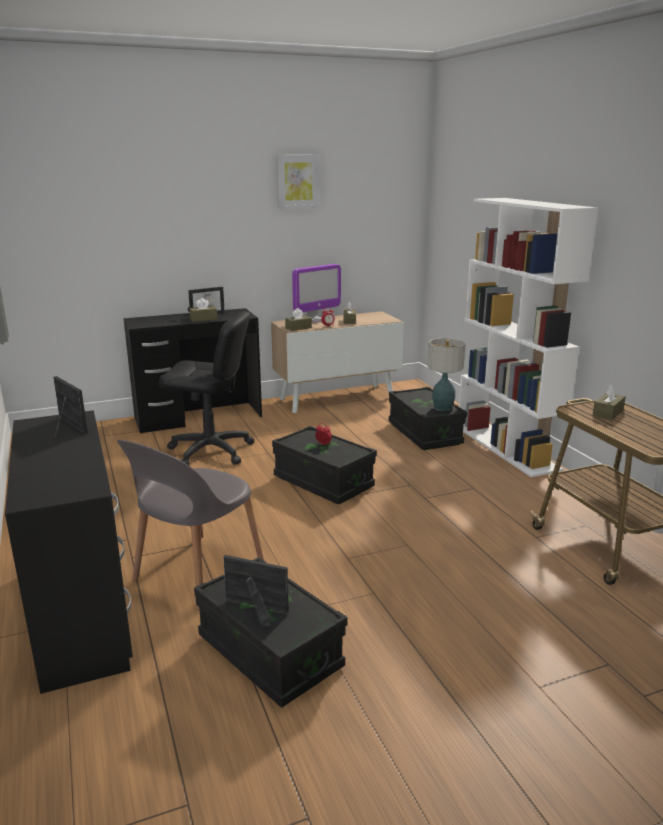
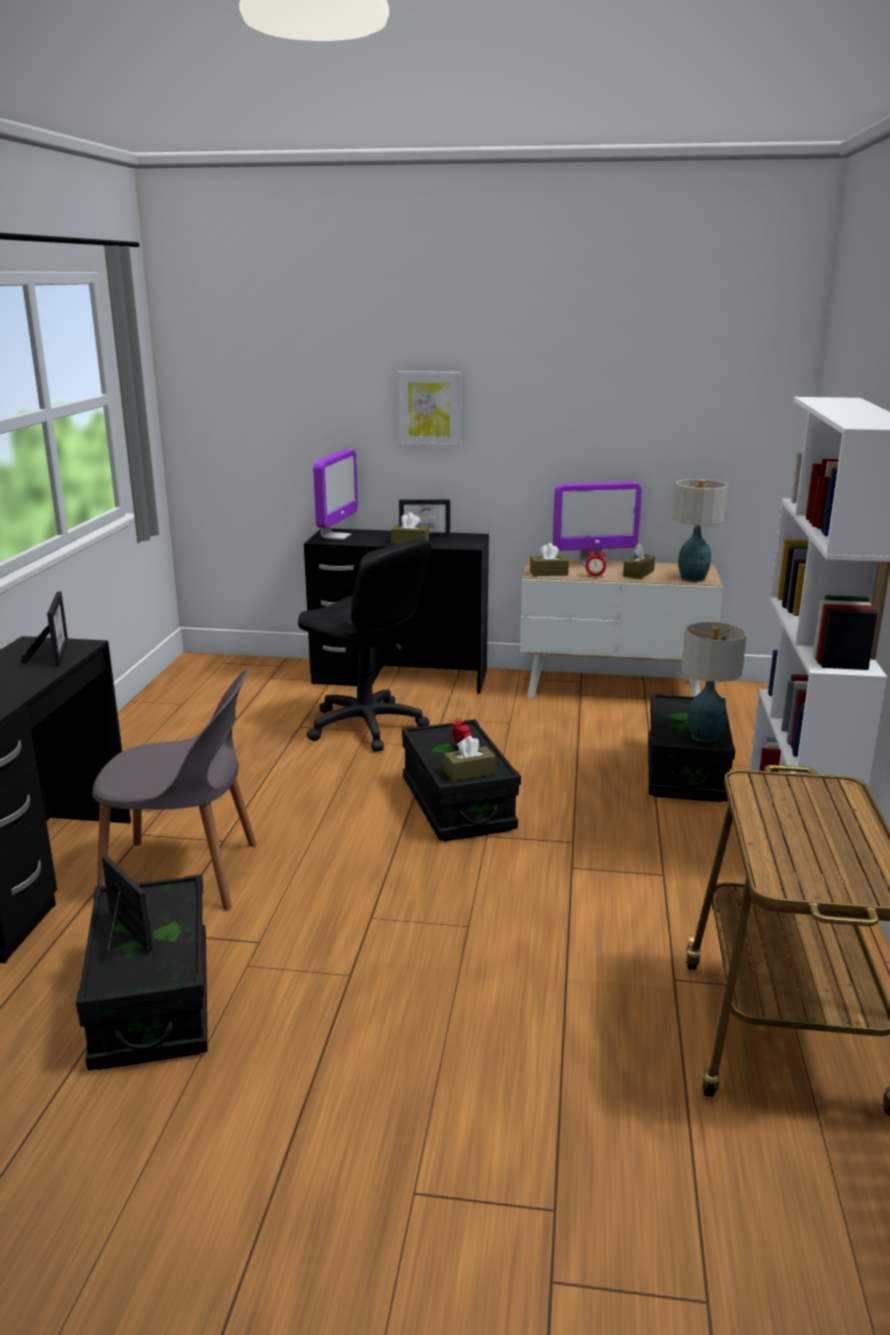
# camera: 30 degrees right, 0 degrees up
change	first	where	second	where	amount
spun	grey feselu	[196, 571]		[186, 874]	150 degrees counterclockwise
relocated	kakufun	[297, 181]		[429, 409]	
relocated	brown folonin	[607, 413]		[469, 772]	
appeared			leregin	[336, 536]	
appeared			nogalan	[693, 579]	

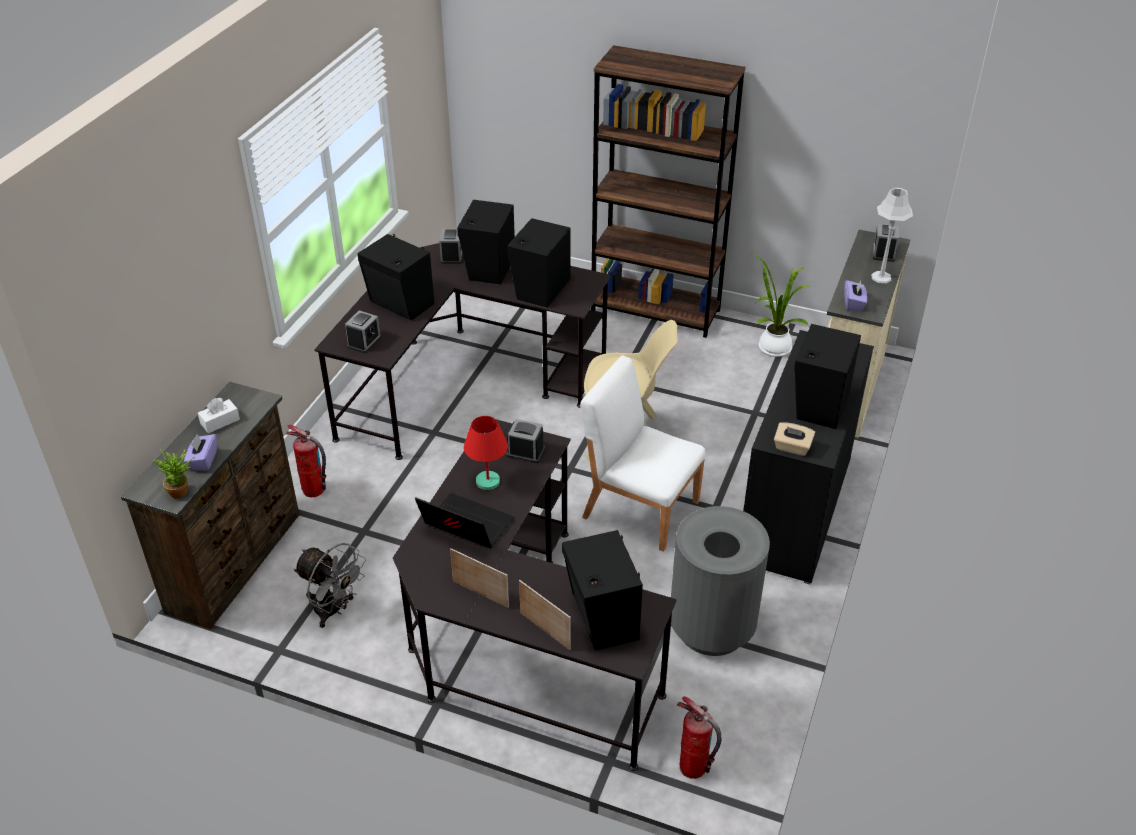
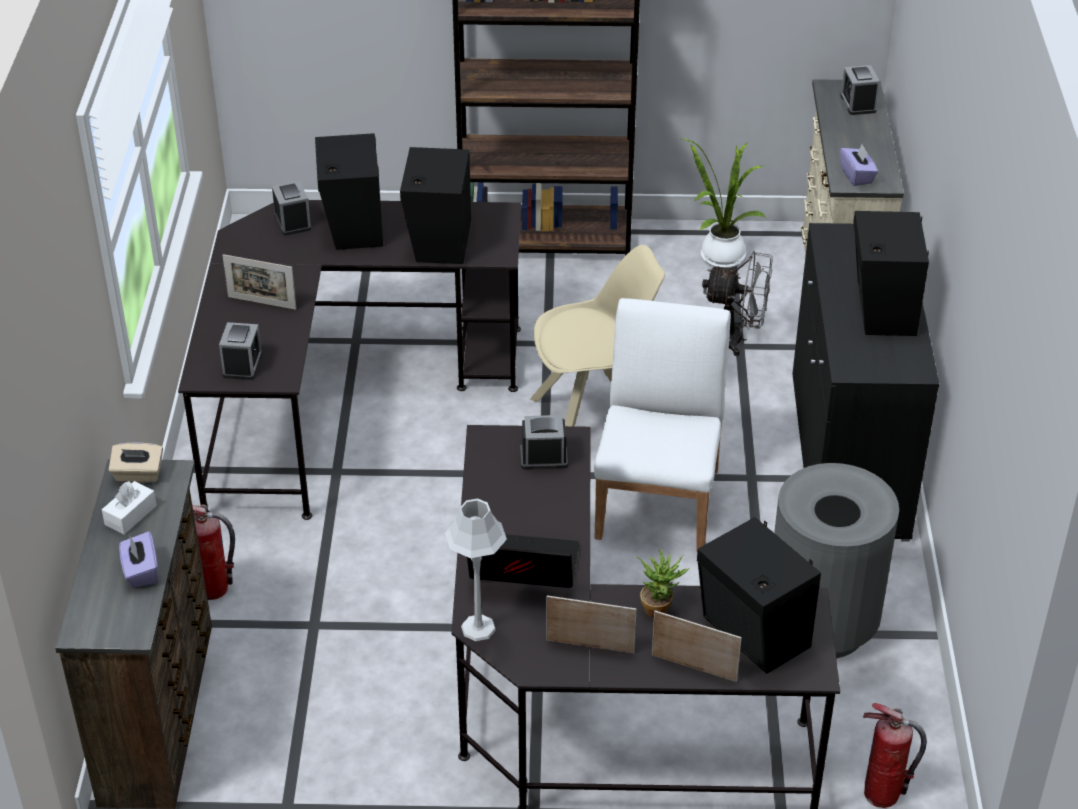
# camera: 20 degrees left, 0 degrees up
change	first	where	second	where	amount
relocated	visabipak	[182, 492]		[659, 607]	
relocated	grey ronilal	[334, 610]		[736, 339]	
exchanged	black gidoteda	[400, 304]	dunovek	[262, 303]	
missing	red nogalan	[487, 482]			
spun	white feselu	[639, 508]		[658, 502]	90 degrees clockwise
relocated	beige folonin	[792, 448]		[138, 475]	
relocated	grey nogalan	[881, 277]		[478, 628]	

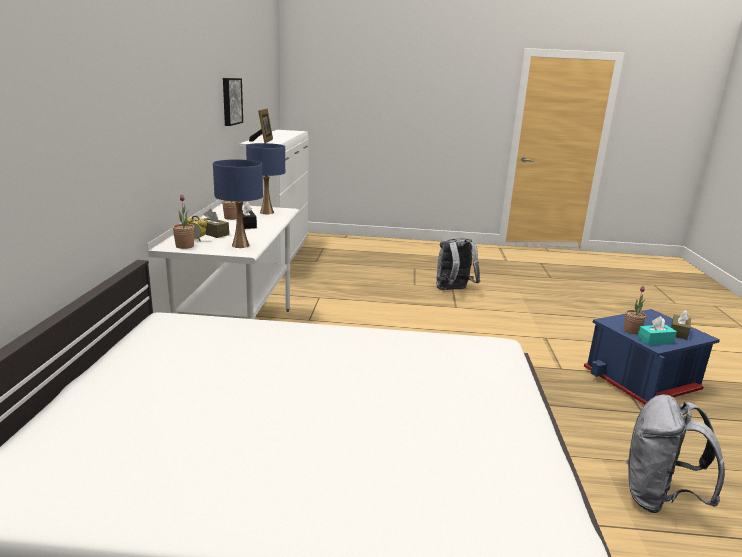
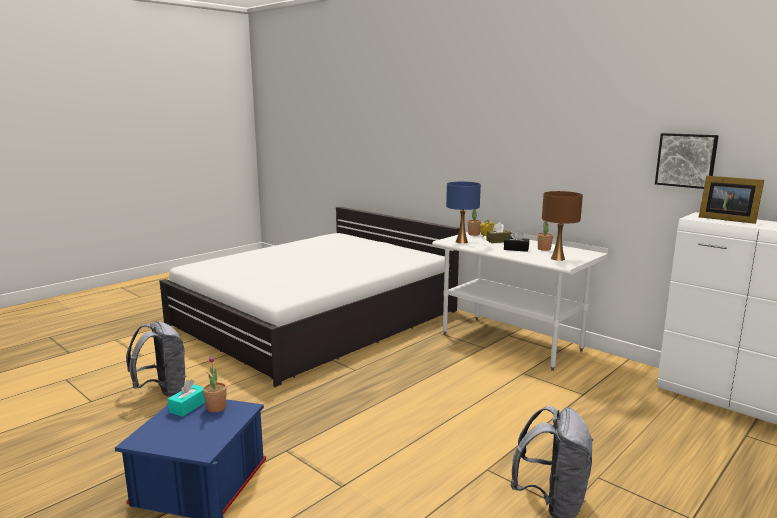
# camera: 130 degrees right, 5 degrees down
change	first	where	second	where	amount
colour	blue nogalan	[267, 212]	brown nogalan	[557, 258]	
missing	brown folonin	[678, 332]			

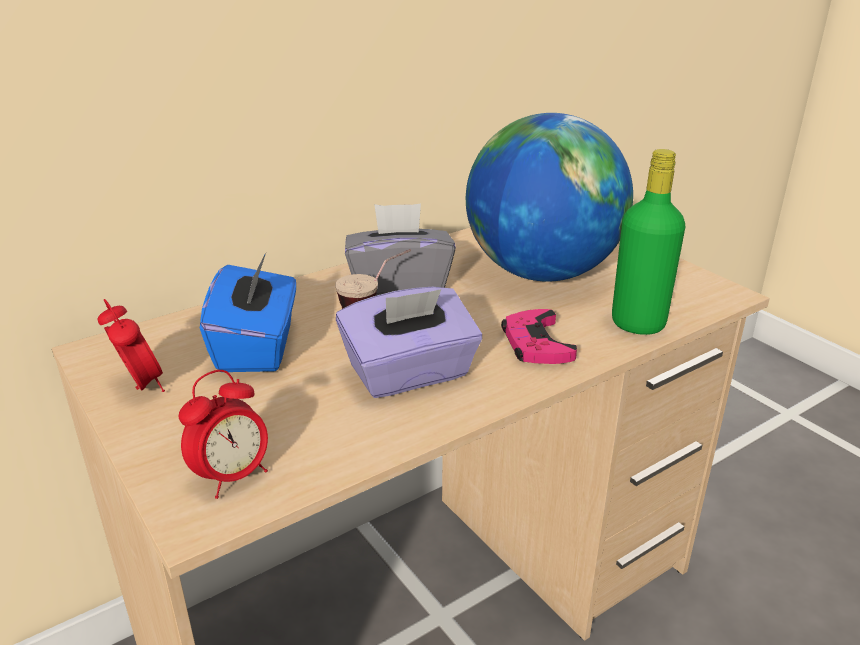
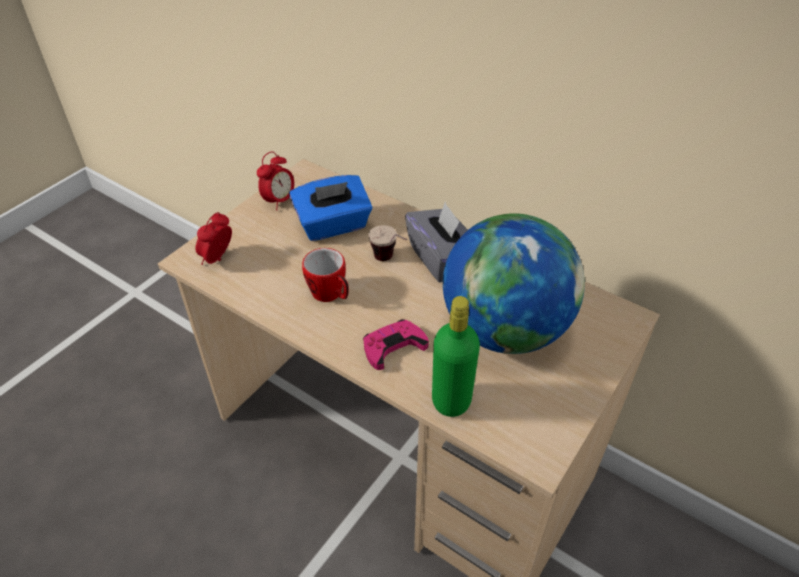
# camera: 70 degrees right, 15 degrees up
change	first	where	second	where	amount
spun	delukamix	[232, 477]		[218, 259]	90 degrees clockwise
exchanged	purple folonin	[410, 374]	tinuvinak	[331, 295]	

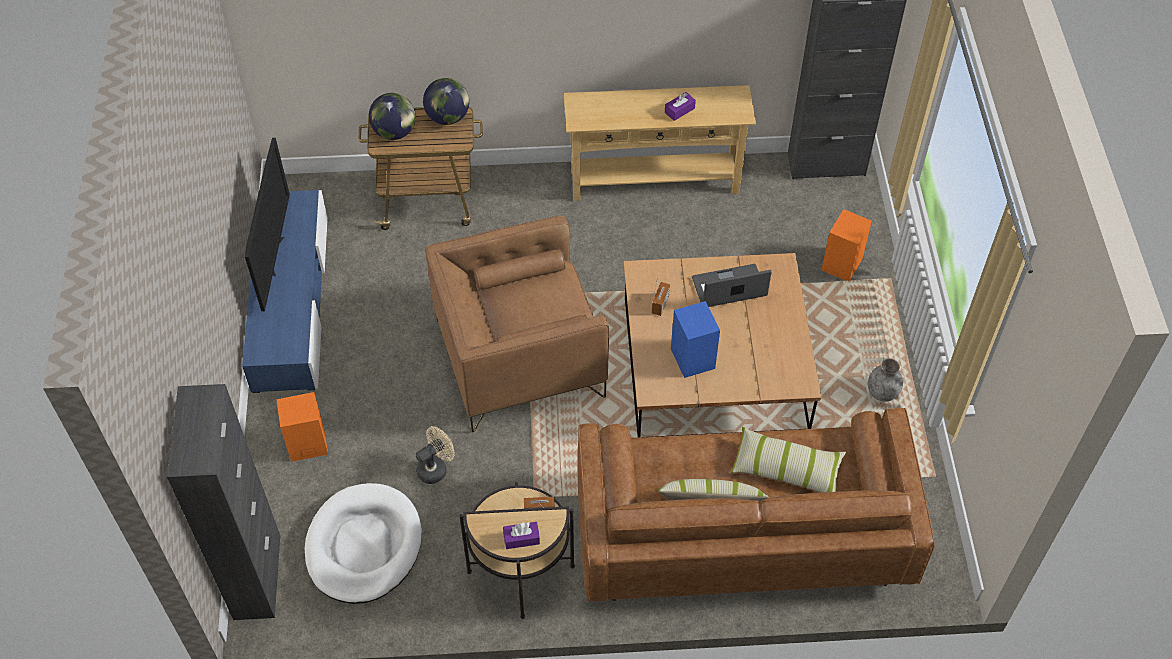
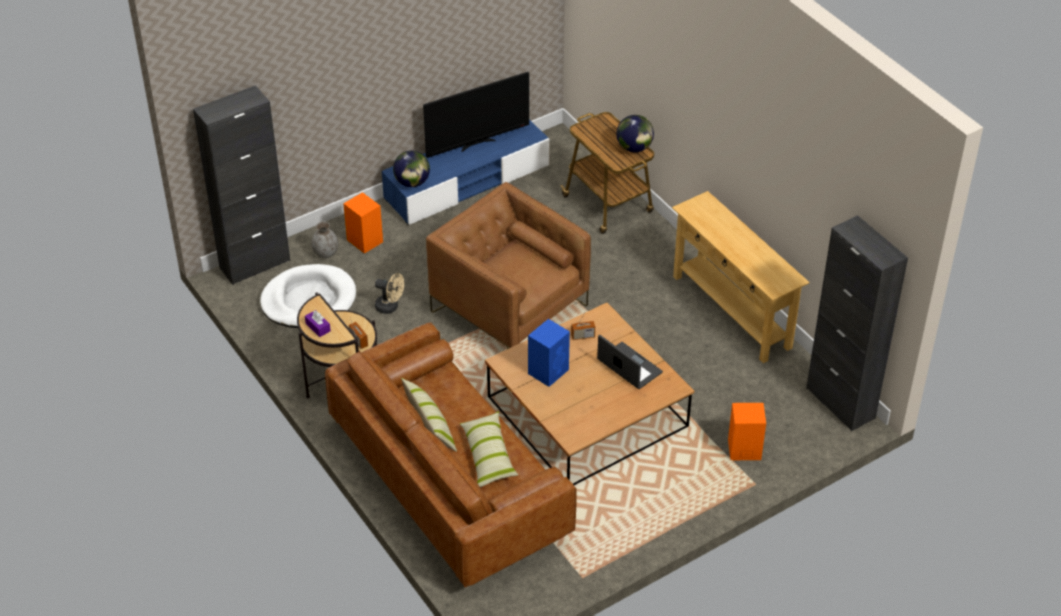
# camera: 60 degrees right, 10 degrees down
change	first	where	second	where	amount
relocated	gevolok	[395, 132]		[412, 183]	
missing	purple folonin	[679, 110]			
relocated	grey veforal	[882, 392]		[326, 253]	

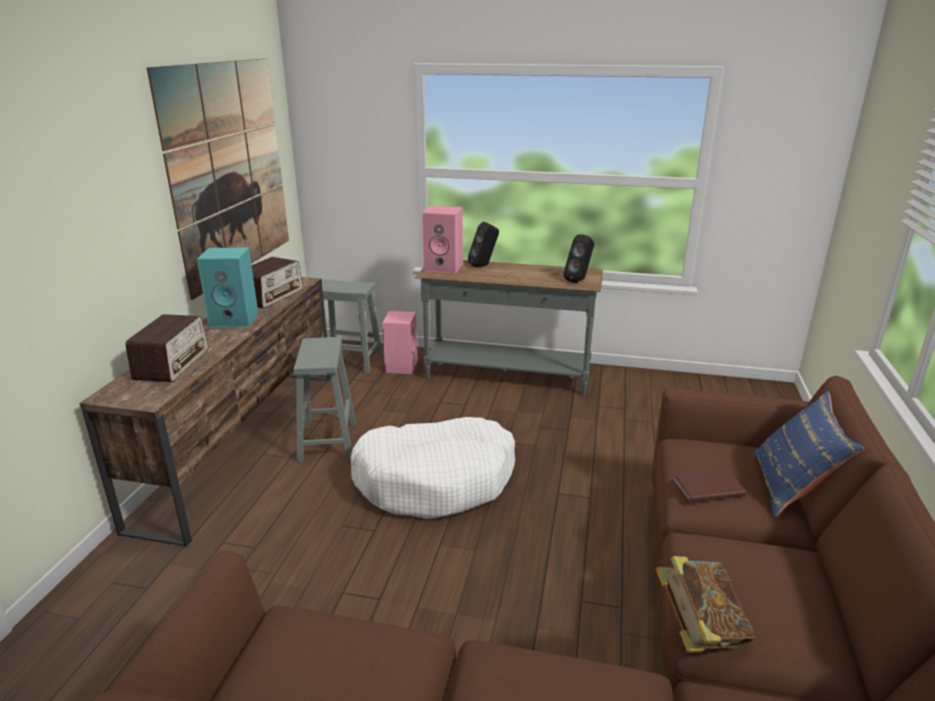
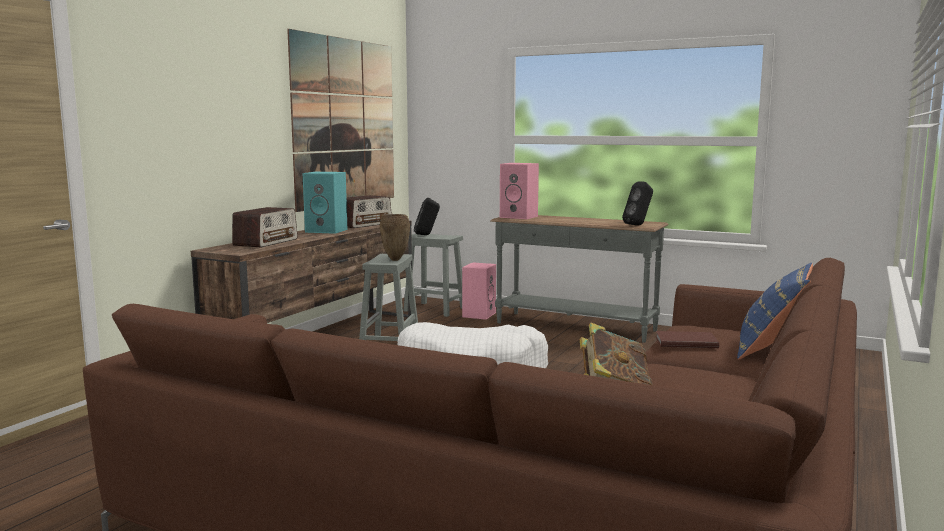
# camera: 15 degrees right, 15 degrees down
change	first	where	second	where	amount
relocated	black gidoteda	[484, 265]		[426, 235]	
appeared			brown veforal	[395, 260]	

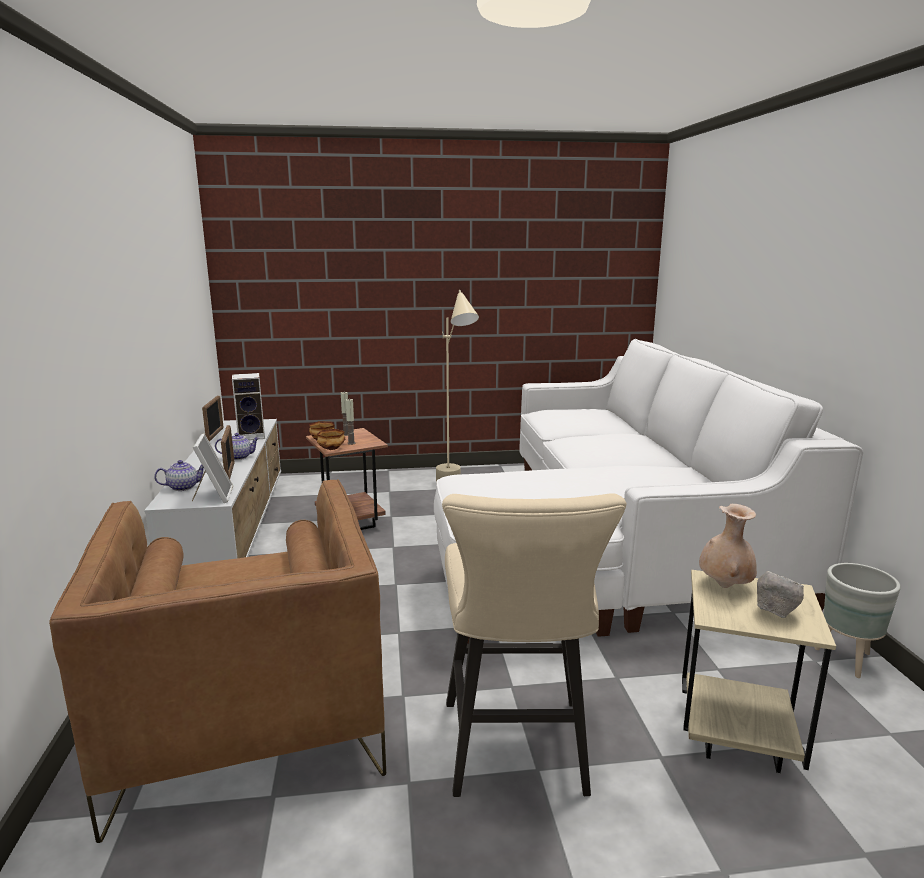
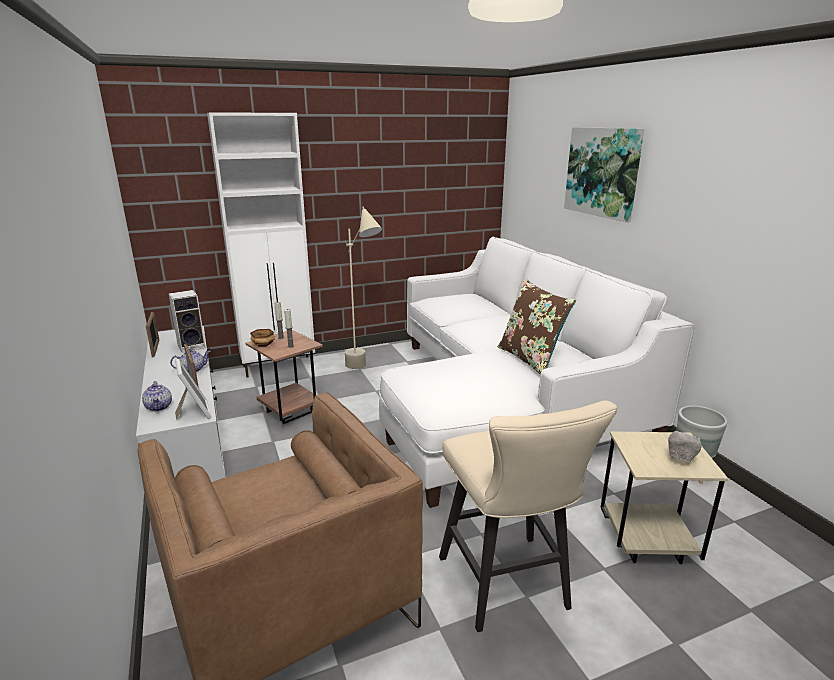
# camera: 15 degrees left, 5 degrees up
change	first	where	second	where	amount
spun	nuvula	[183, 487]		[159, 407]	105 degrees clockwise
missing	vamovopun	[332, 449]			
missing	beige veforal	[725, 586]			
appeared			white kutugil	[279, 366]	
appeared			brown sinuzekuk	[530, 359]	
appeared			kakufun	[602, 172]	

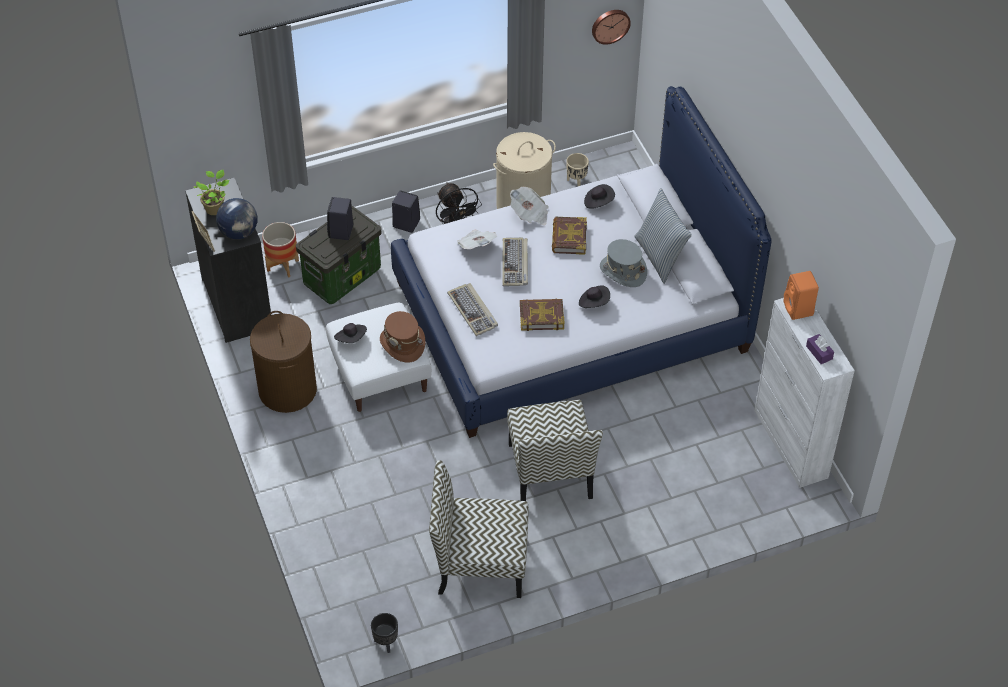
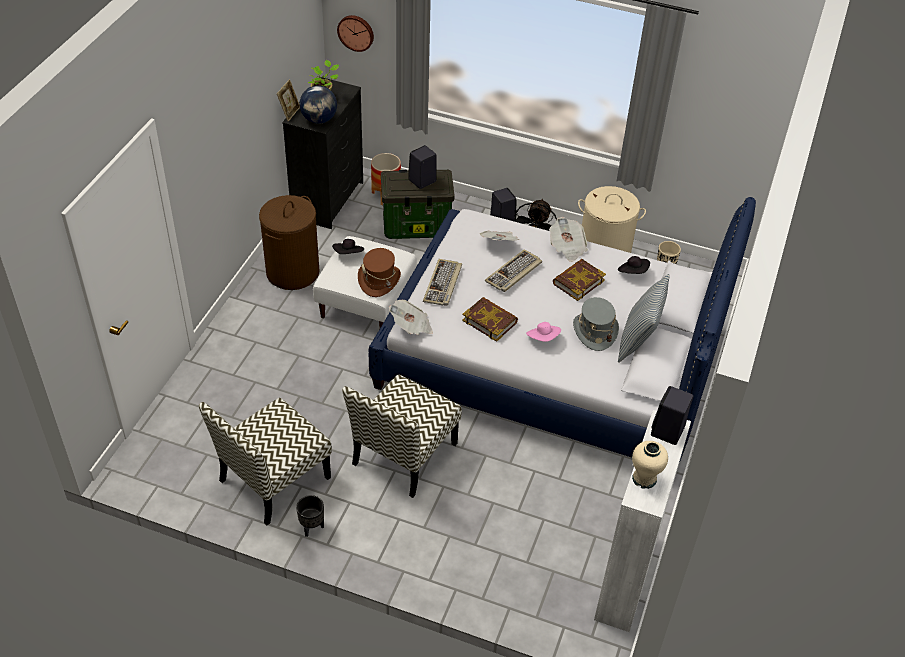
# camera: 40 degrees right, 5 degrees down
change	first	where	second	where	amount
relocated	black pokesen	[386, 643]		[311, 528]	
spun	feselu	[479, 564]		[273, 480]	90 degrees counterclockwise
colour	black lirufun	[594, 302]	pink lirufun	[543, 338]	
relocated	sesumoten	[610, 25]		[356, 32]	
colour	orange gidoteda	[799, 309]	black gidoteda	[667, 432]	
exchanged	purple folonin	[819, 352]	beige veforal	[644, 479]	
appeared			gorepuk	[411, 326]	

